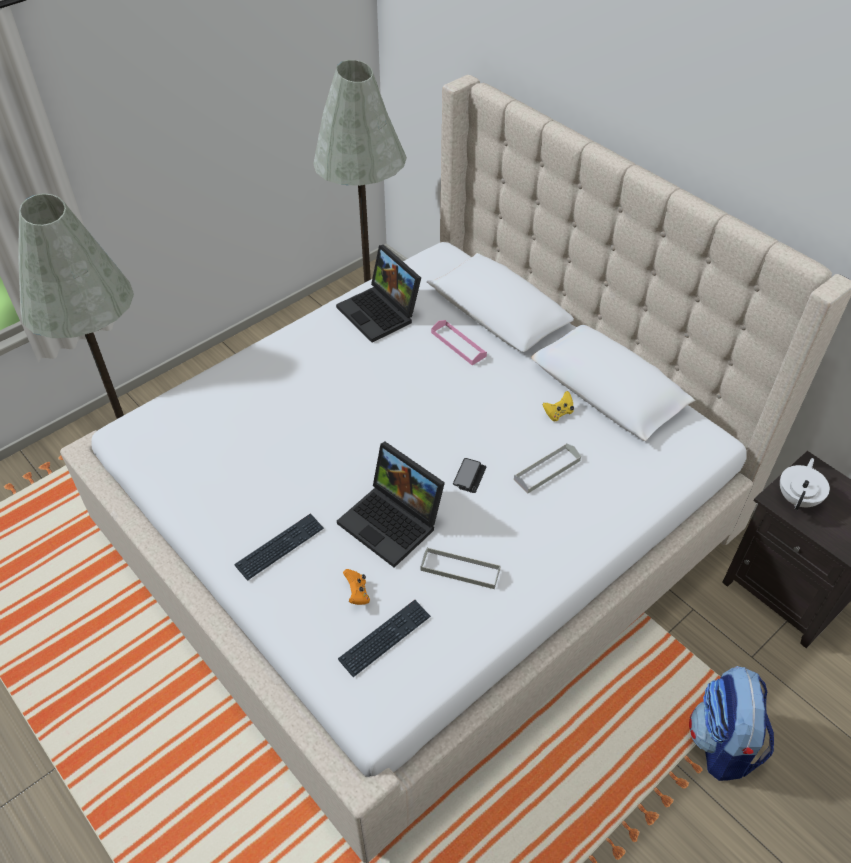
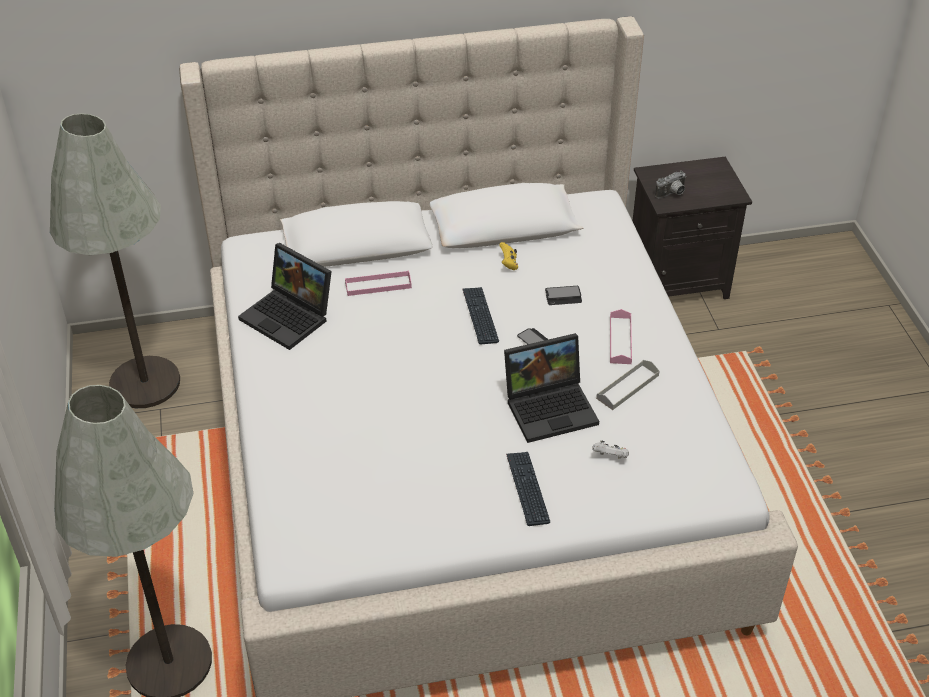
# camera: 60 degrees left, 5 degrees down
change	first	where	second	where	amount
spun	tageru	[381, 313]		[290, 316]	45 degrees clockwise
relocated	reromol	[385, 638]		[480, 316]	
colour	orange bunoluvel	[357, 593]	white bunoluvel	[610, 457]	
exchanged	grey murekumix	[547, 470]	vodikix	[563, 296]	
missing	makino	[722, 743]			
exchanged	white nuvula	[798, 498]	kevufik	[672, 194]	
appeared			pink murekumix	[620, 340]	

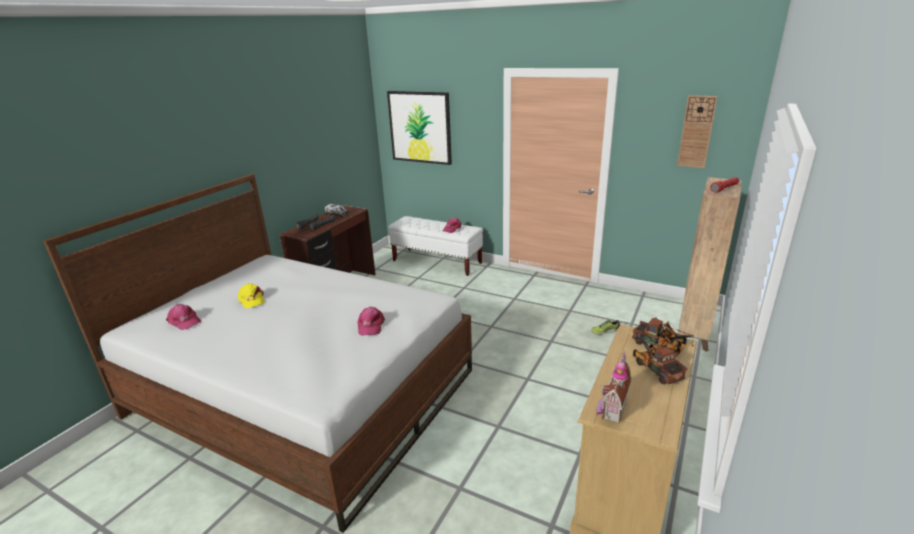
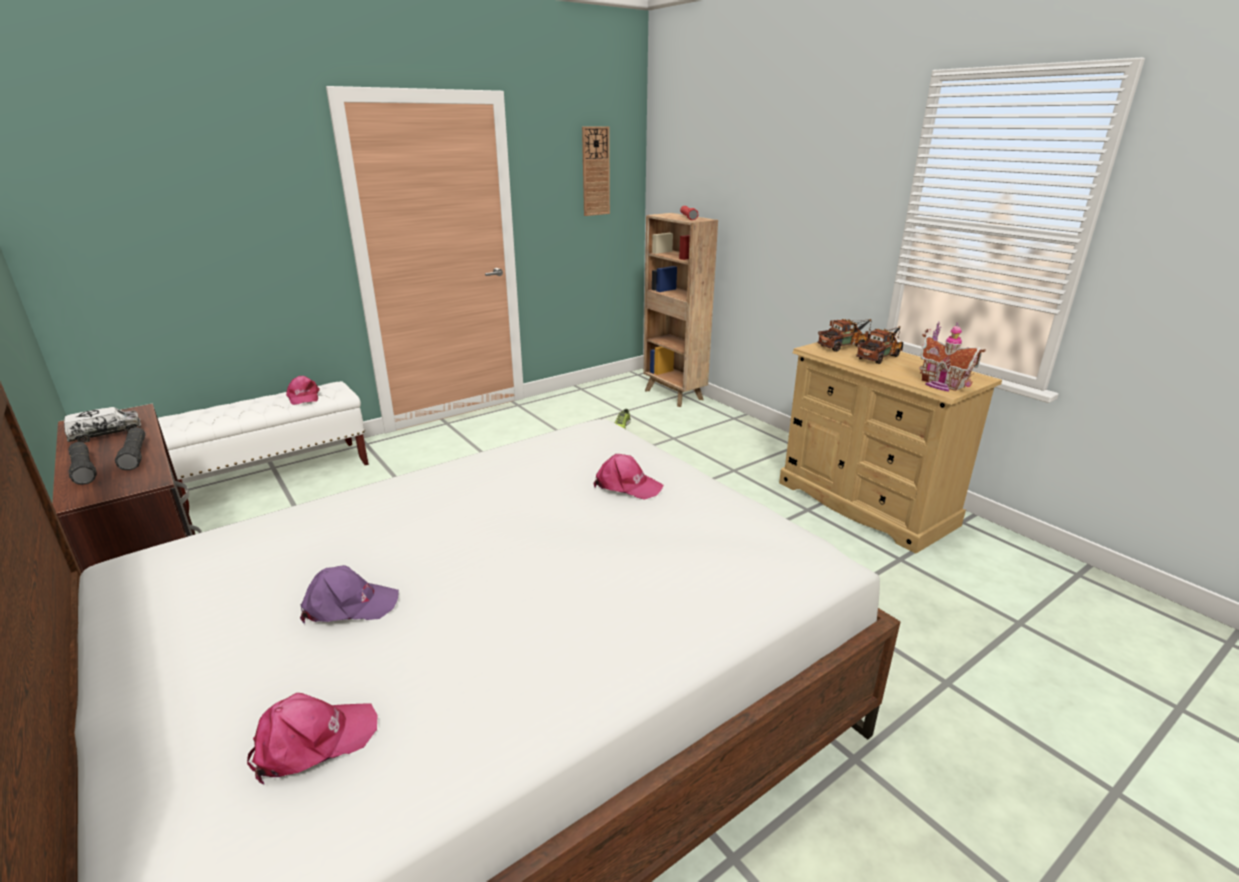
# camera: 65 degrees left, 0 degrees up
change	first	where	second	where	amount
colour	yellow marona	[251, 300]	purple marona	[349, 605]	
missing	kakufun	[420, 127]			
spun	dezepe	[654, 368]		[880, 356]	135 degrees clockwise

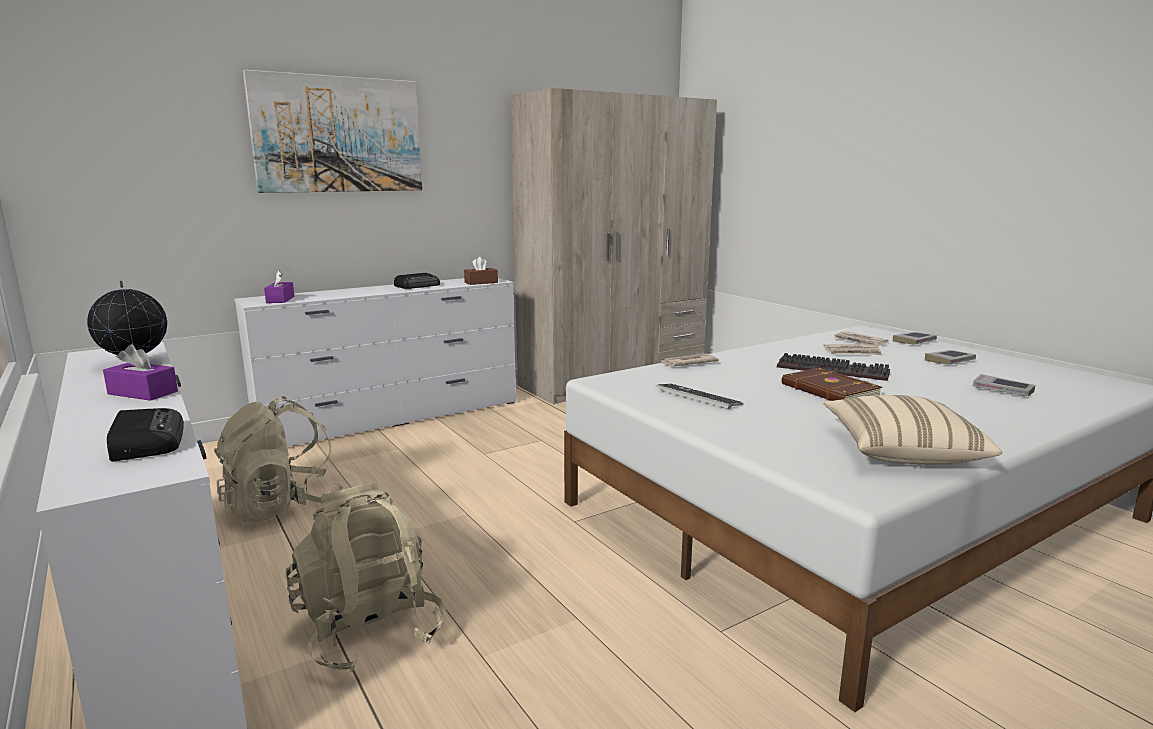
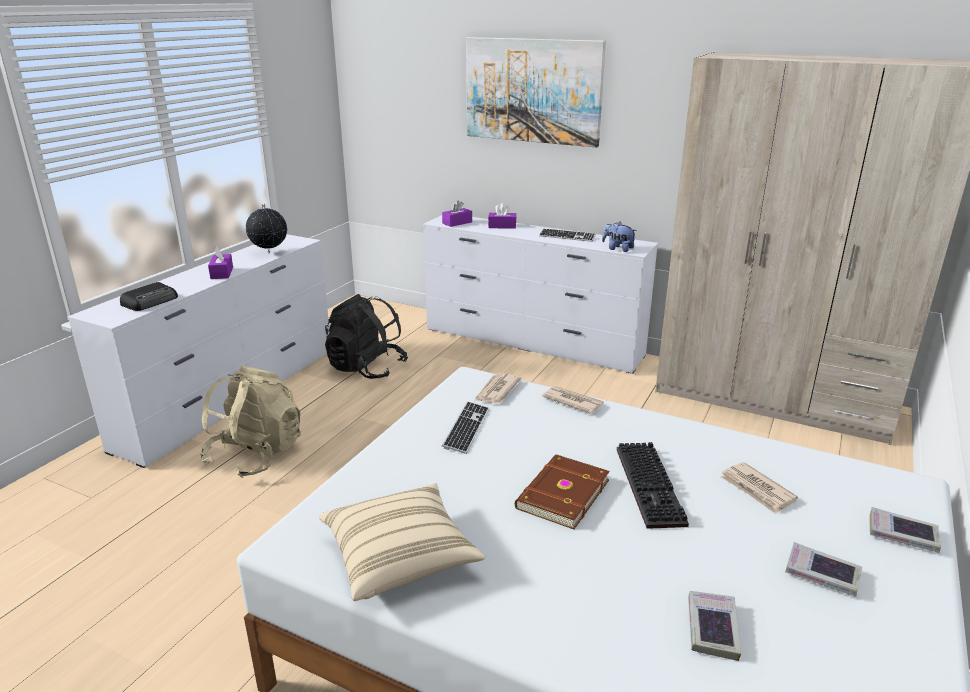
# camera: 60 degrees right, 10 degrees up
change	first	where	second	where	amount
colour	beige makino	[282, 506]	black makino	[366, 368]	
exchanged	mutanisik	[418, 285]	reromol	[567, 236]	
exchanged	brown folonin	[481, 282]	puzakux	[617, 249]	
relocated	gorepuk	[860, 341]		[496, 391]	
appeared			purple folonin	[502, 226]	

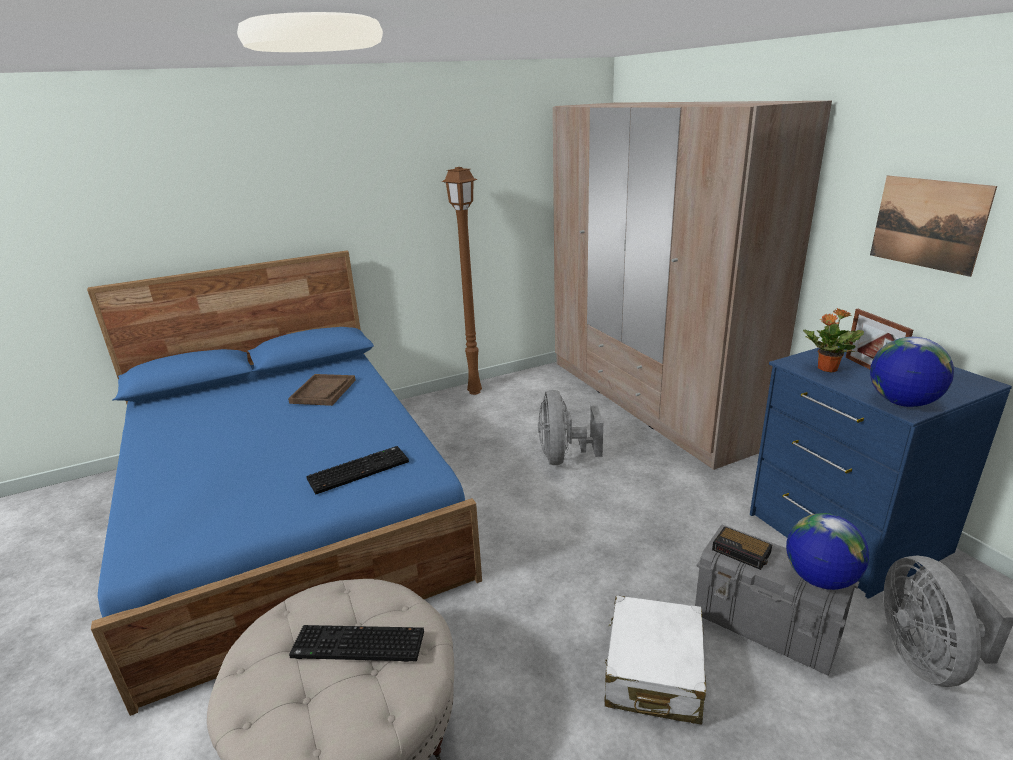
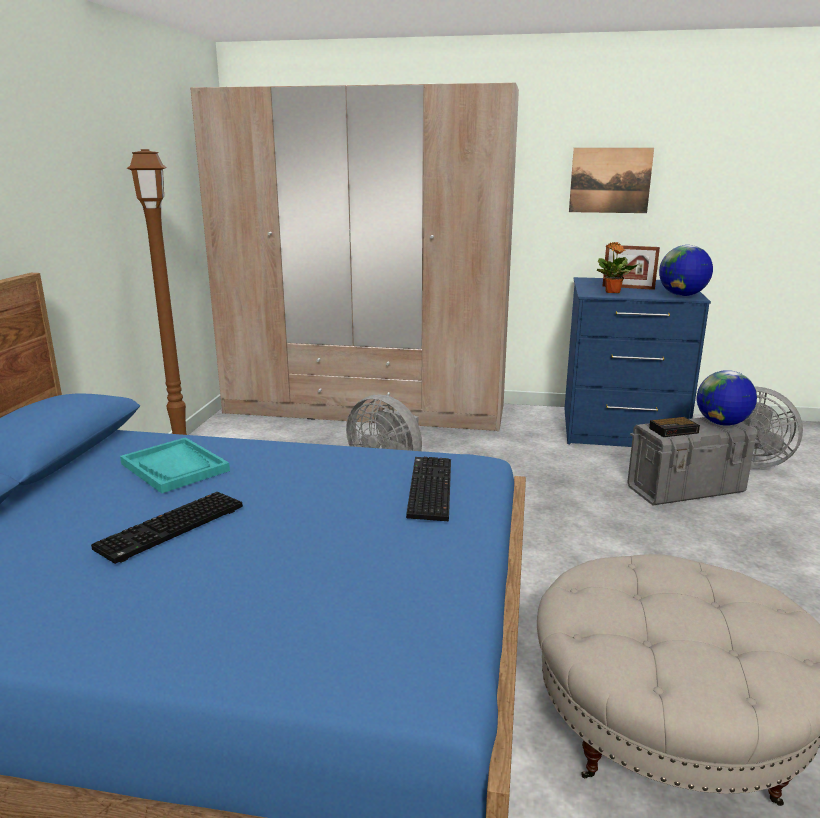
# camera: 55 degrees left, 5 degrees down
change	first	where	second	where	amount
colour	brown murekumix	[323, 391]	turquoise murekumix	[175, 467]	
relocated	reromol	[356, 646]		[171, 529]	
missing	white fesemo	[653, 671]			

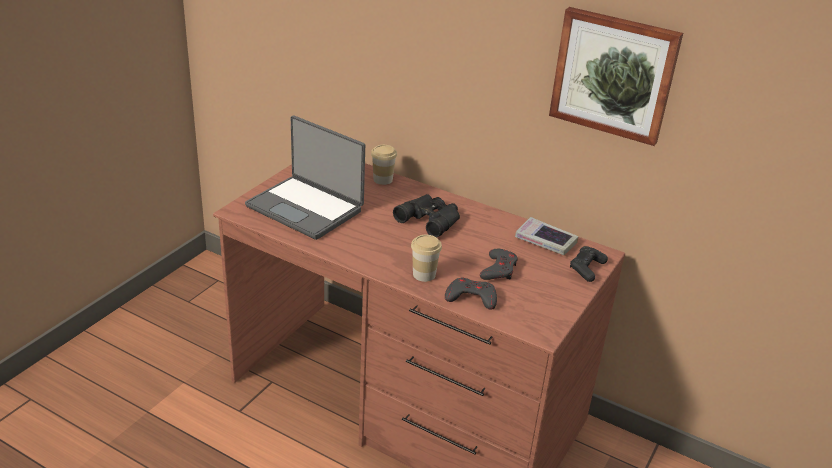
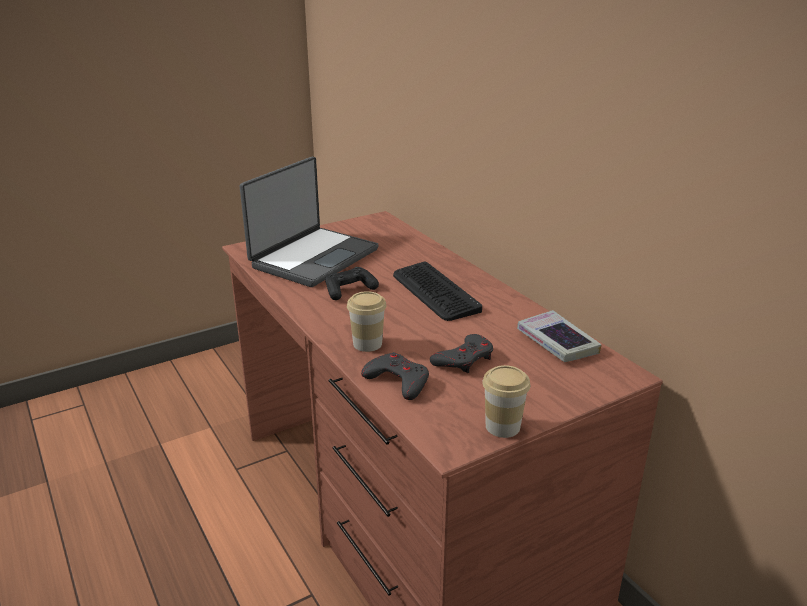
# camera: 30 degrees right, 5 degrees down
change	first	where	second	where	amount
spun	tageru	[306, 208]		[313, 257]	120 degrees counterclockwise
relocated	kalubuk	[383, 179]		[502, 426]	
exchanged	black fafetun	[430, 219]	reromol	[434, 292]	
missing	kakufun	[614, 75]			
relocated	black bunoluvel	[587, 268]		[349, 290]	

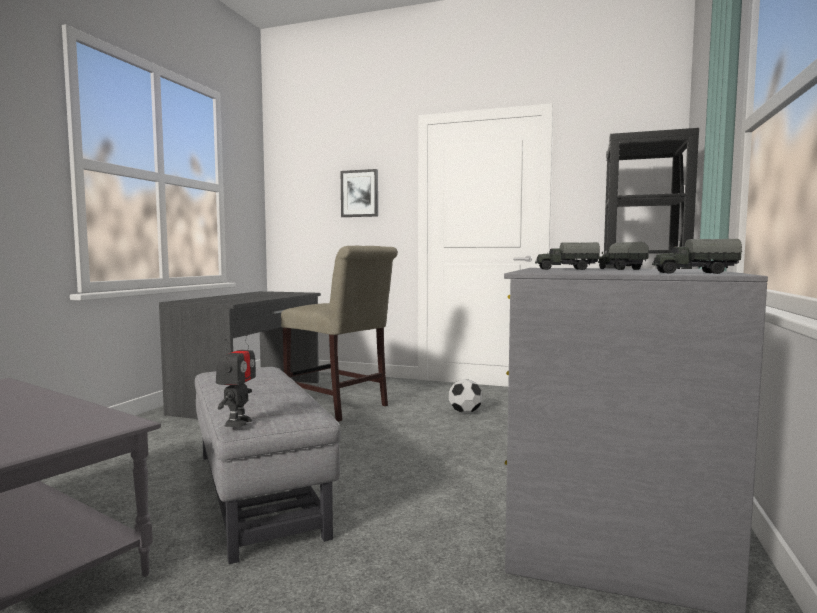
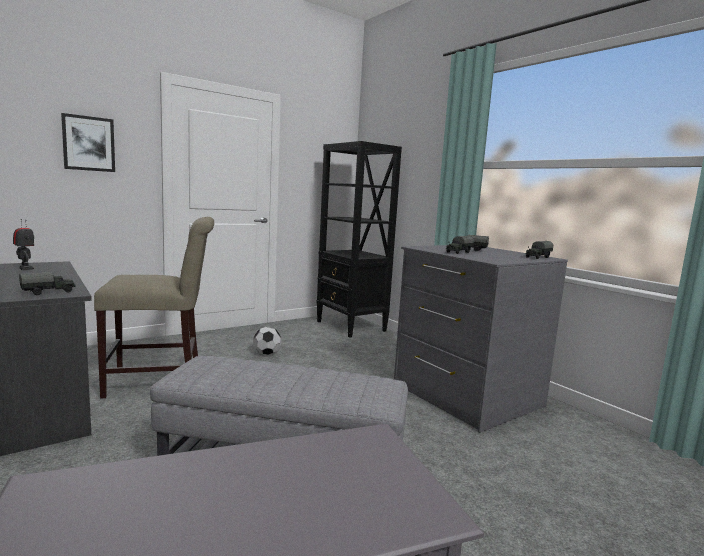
# camera: 55 degrees left, 5 degrees up
change	first	where	second	where	amount
relocated	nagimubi	[238, 422]		[25, 268]	
appeared			dezepe	[49, 292]	

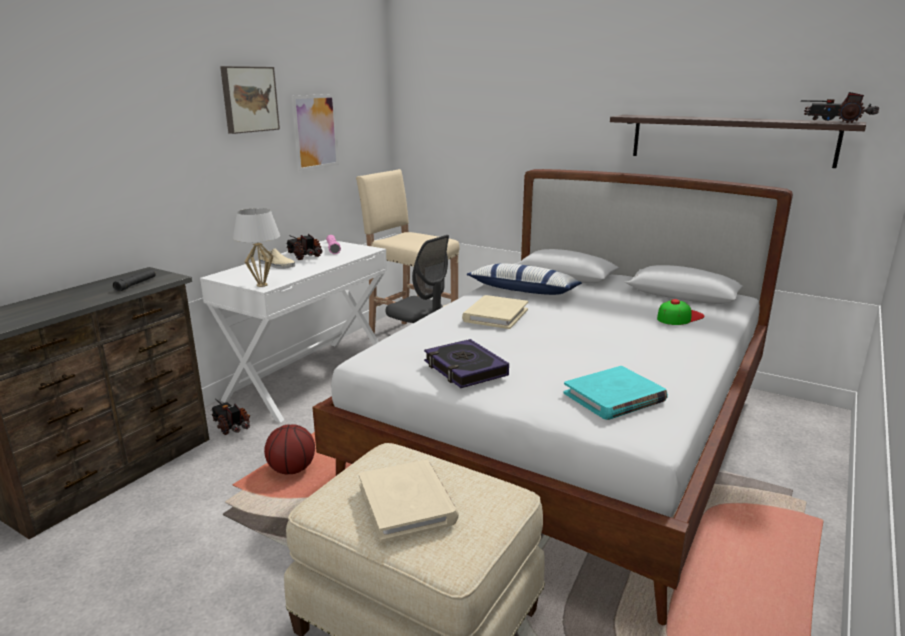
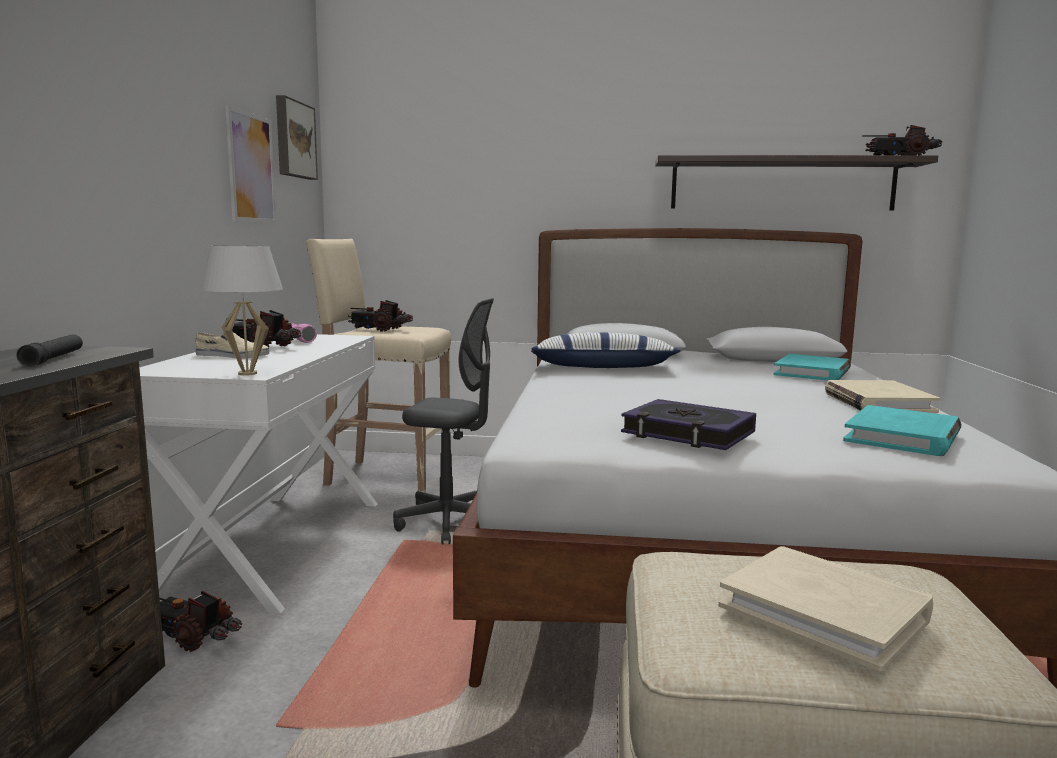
# camera: 25 degrees left, 10 degrees down
change	first	where	second	where	amount
relocated	kakufun	[248, 99]		[293, 139]	
missing	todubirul	[291, 469]			
relocated	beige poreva	[495, 315]		[877, 402]	
exchanged	marona	[679, 317]	turquoise poreva	[812, 372]	
appeared			dezepe	[379, 329]	

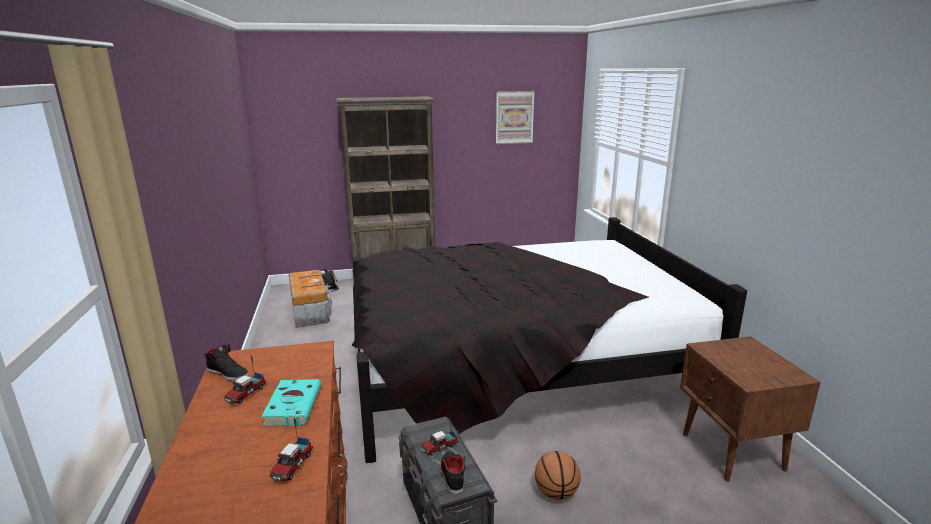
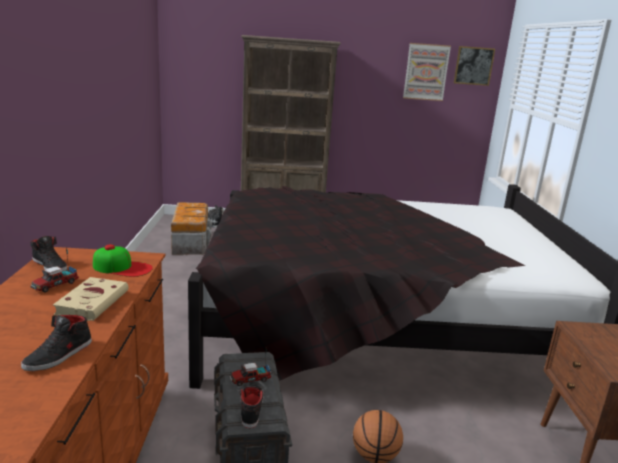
# camera: 10 degrees right, 0 degrees up
change	first	where	second	where	amount
colour	turquoise poreva	[293, 404]	beige poreva	[93, 302]	
exchanged	dezepe	[292, 466]	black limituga	[59, 355]	
appeared			marona	[122, 267]	
appeared			kakufun	[473, 66]	

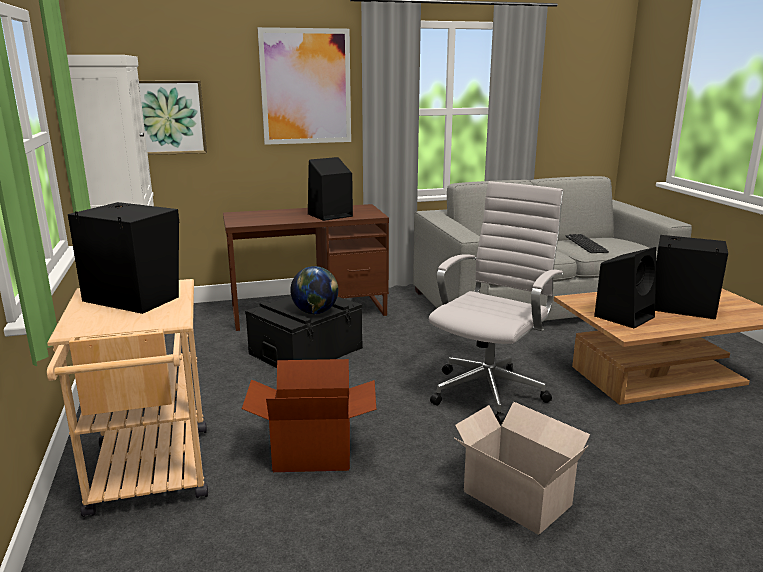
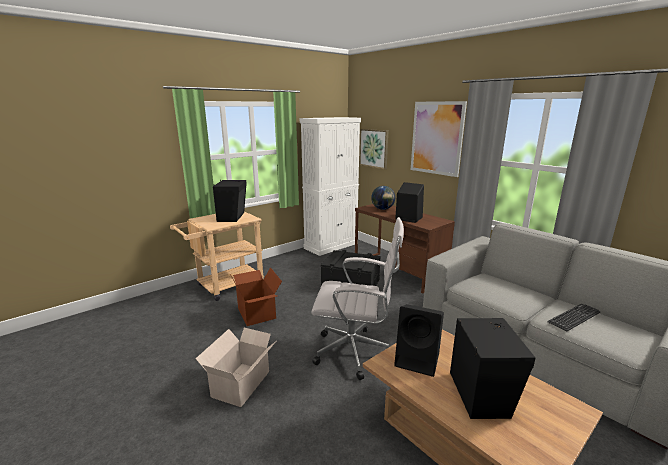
# camera: 65 degrees right, 0 degrees up
change	first	where	second	where	amount
relocated	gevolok	[315, 312]		[382, 209]	

